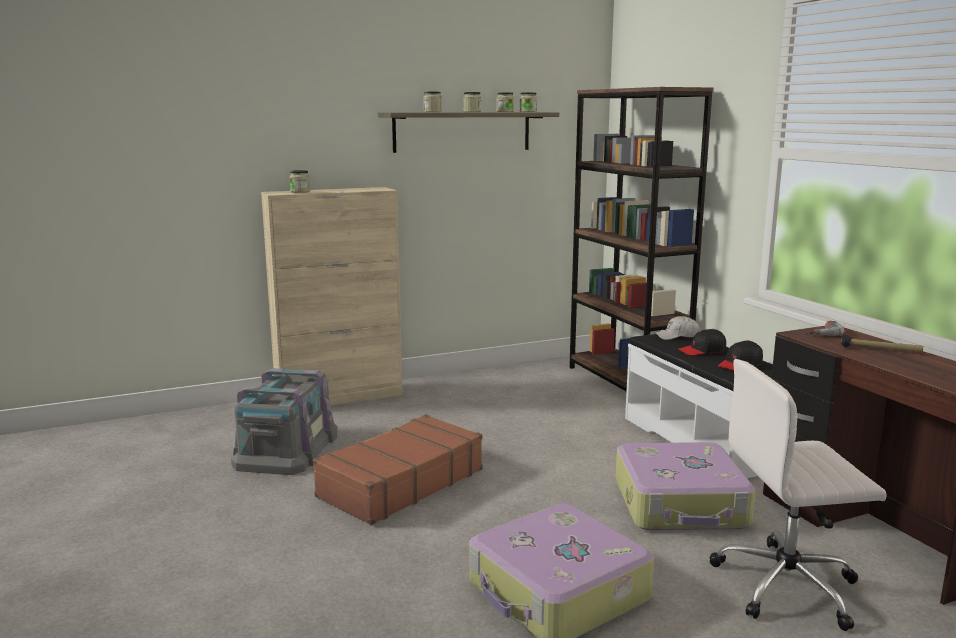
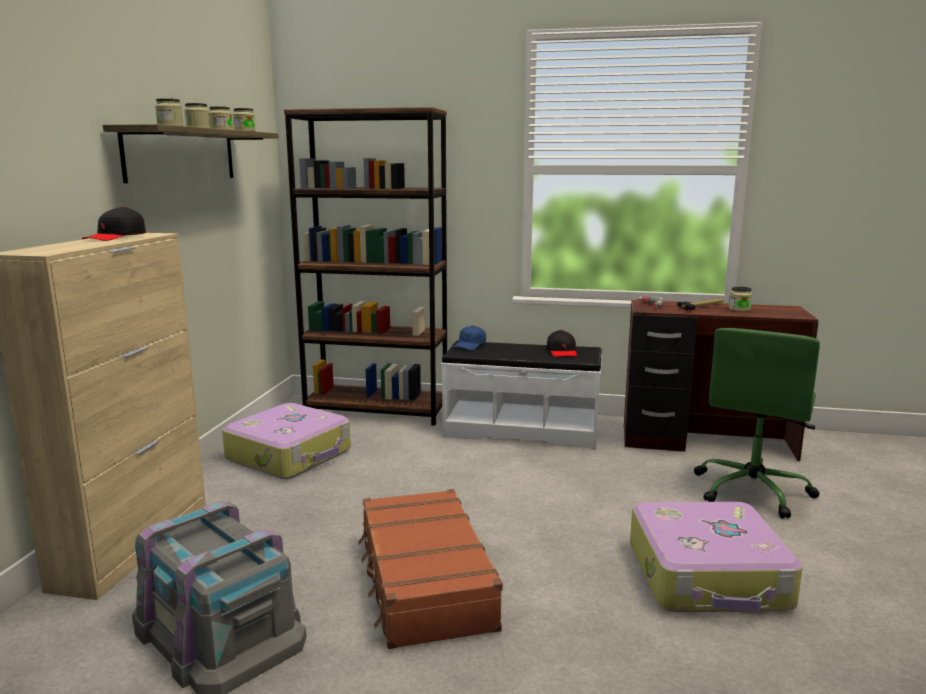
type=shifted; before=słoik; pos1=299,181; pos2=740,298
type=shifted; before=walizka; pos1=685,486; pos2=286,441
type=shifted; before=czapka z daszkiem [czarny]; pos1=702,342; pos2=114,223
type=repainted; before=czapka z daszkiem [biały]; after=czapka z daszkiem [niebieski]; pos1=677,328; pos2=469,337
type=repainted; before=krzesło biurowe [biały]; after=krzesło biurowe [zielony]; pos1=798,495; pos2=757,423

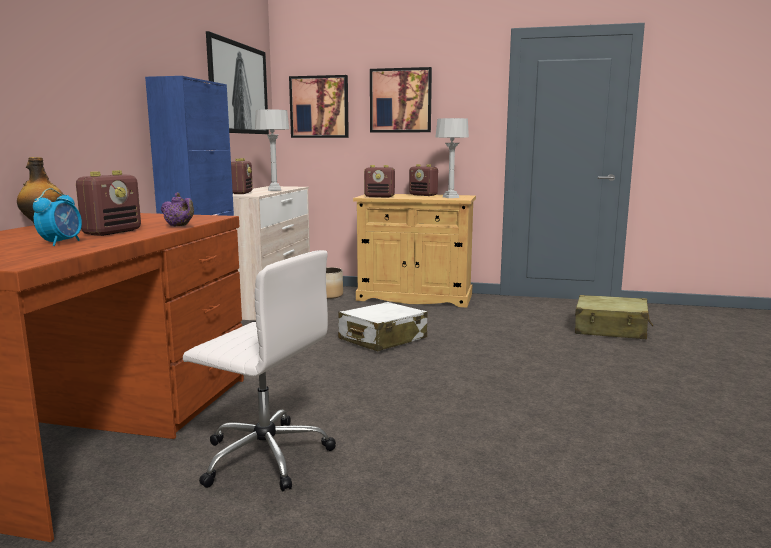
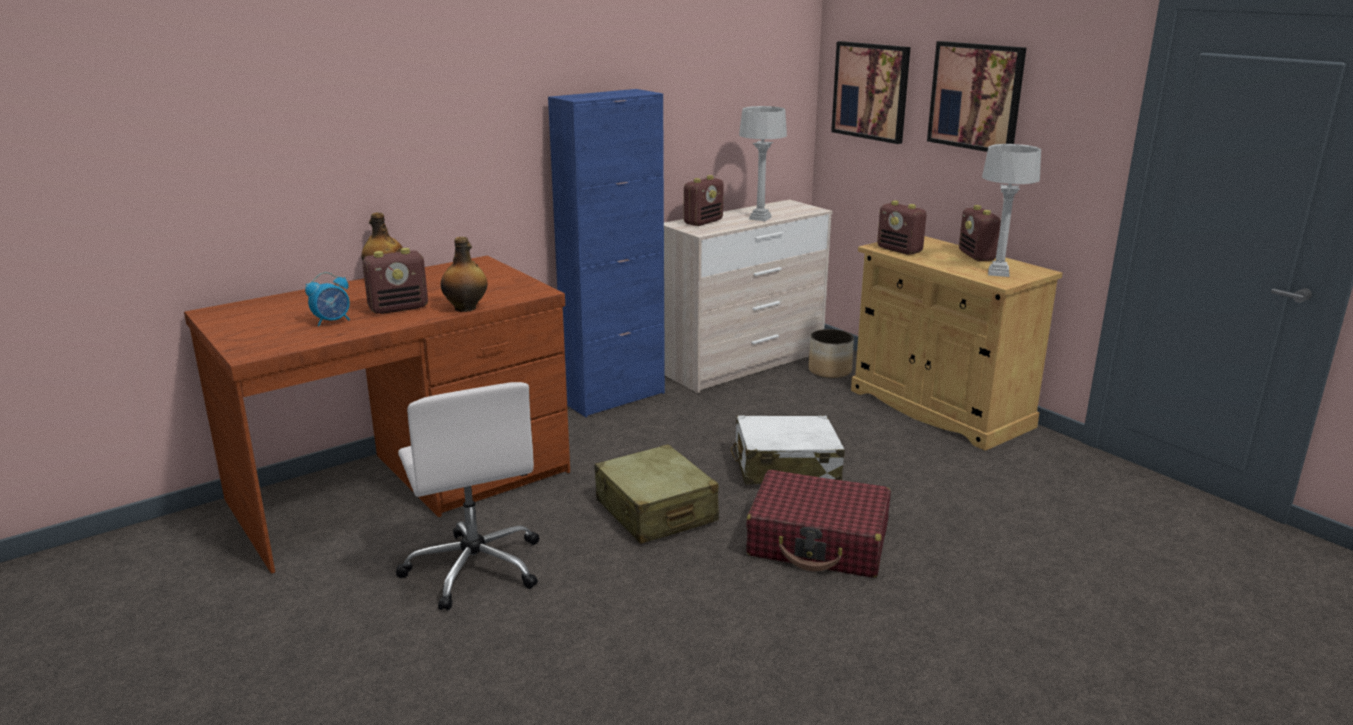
type=gone; before=obraz; pos1=237,82
type=new; after=walizka [czerwony]; pos2=818,524
type=shifted; before=walizka [beżowy]; pos1=614,317; pos2=656,494
type=swapped; before=imbryk [fioletowy]; after=butelka; pos1=177,209; pos2=464,274

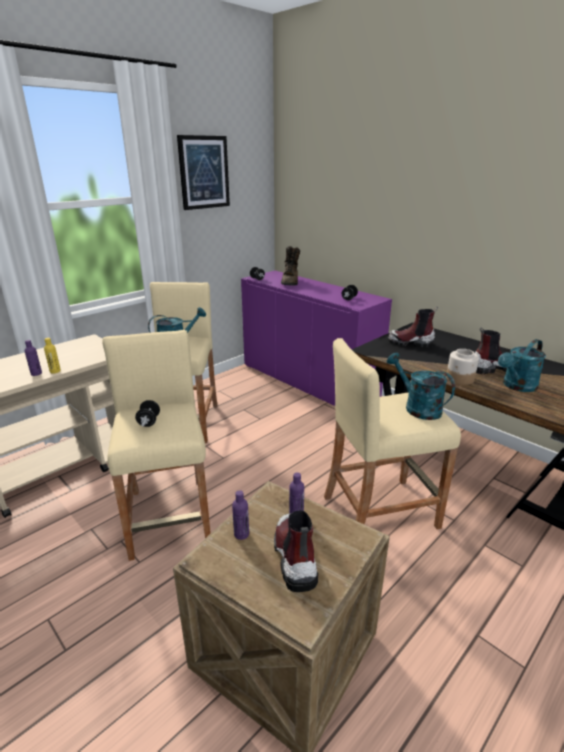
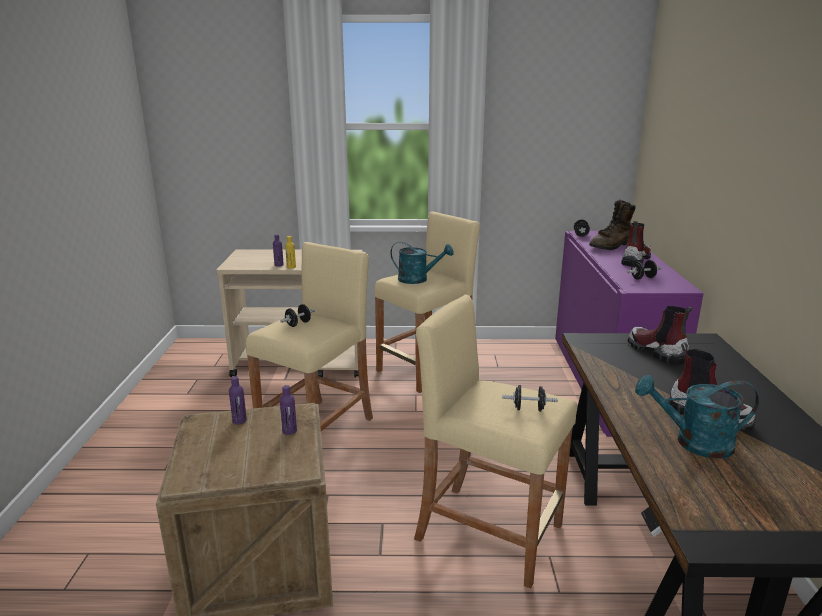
type=gone; before=obraz; pos1=203,172
type=gone; before=słoik; pos1=462,367
type=shifted; before=but z cholewką; pos1=296,551; pos2=636,243
type=swapped; before=konewka [turkusowy]; after=hantel [czarny]; pos1=421,386; pos2=530,398

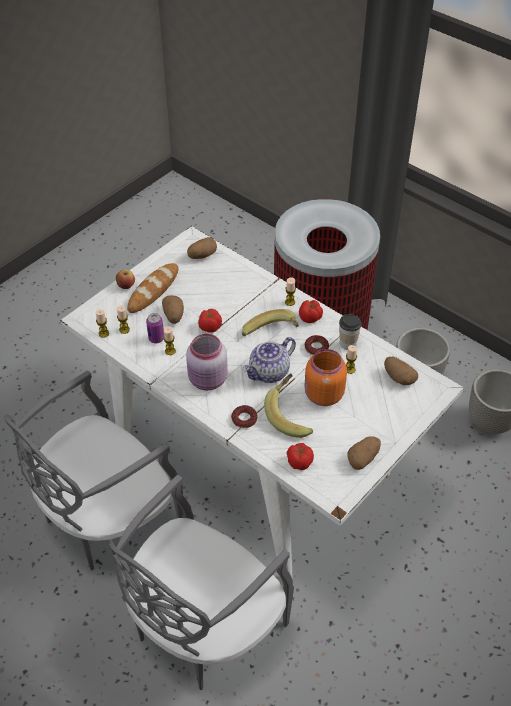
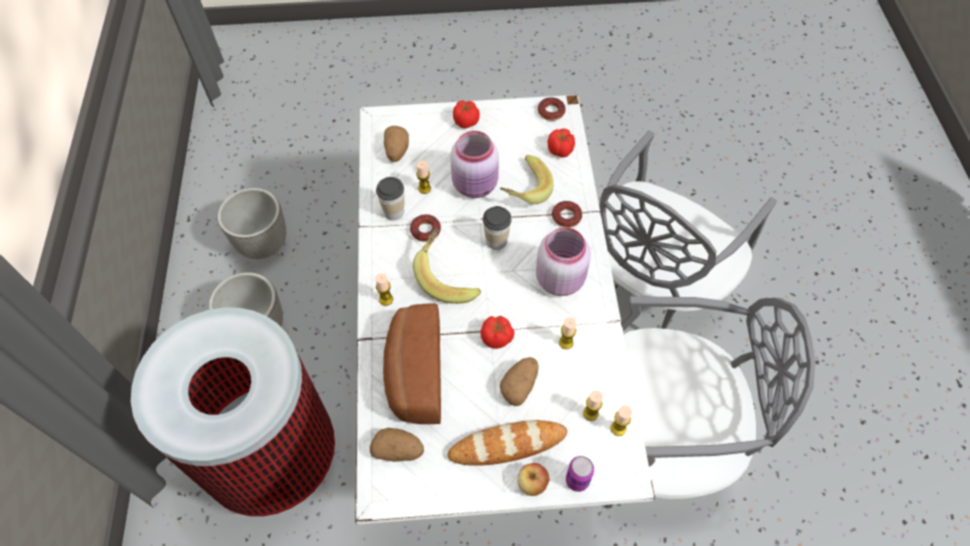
type=gone; before=ziemniak; pos1=364,453
type=new; after=chleb; pos2=412,363
type=new; after=donut; pos2=552,109
type=shifted; before=puszka; pos1=155,328; pos2=580,474
type=shifted; before=pomidor; pos1=311,311; pos2=466,114
type=swapped; before=imbryk; after=filiżanka; pos1=269,360; pos2=497,228
type=repainted; before=słoik [pomarańczowy]; after=słoik [różowy]; pos1=325,377; pos2=474,164
type=rotated; before=krzesło [szary]; pos1=201,582; pos2=688,230; turn=135

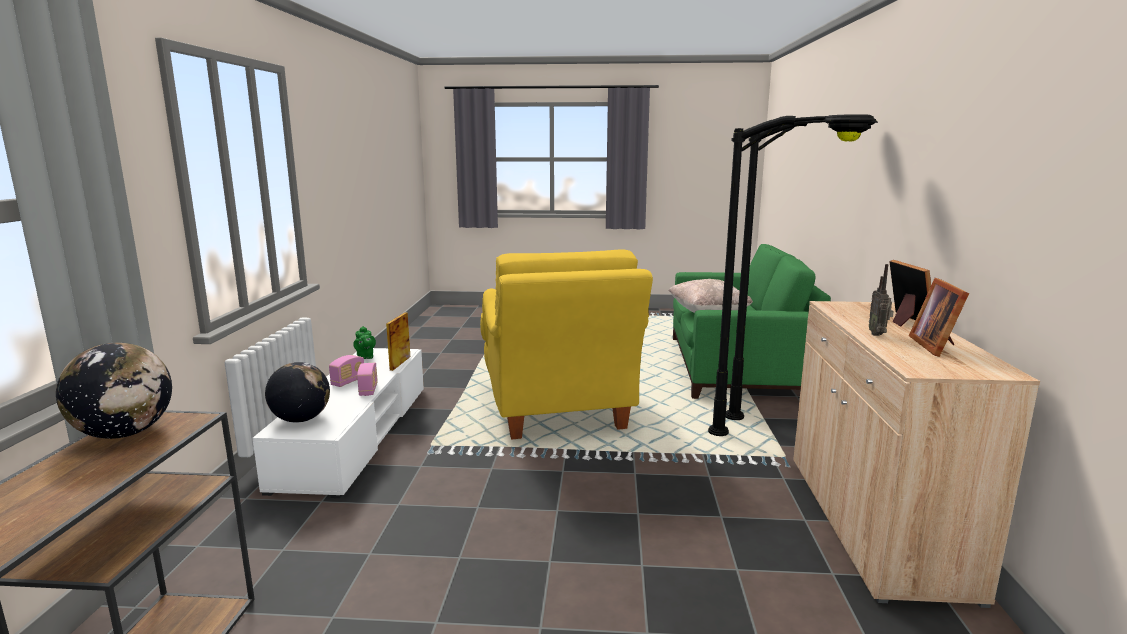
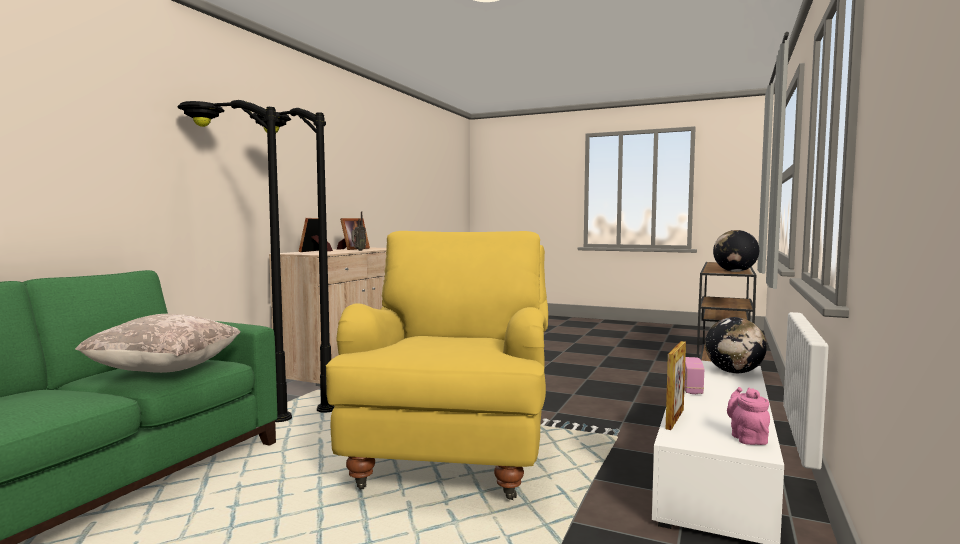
type=gone; before=radio; pos1=346,371
type=repainted; before=imbryk [zielony]; after=imbryk [różowy]; pos1=364,342; pos2=748,416

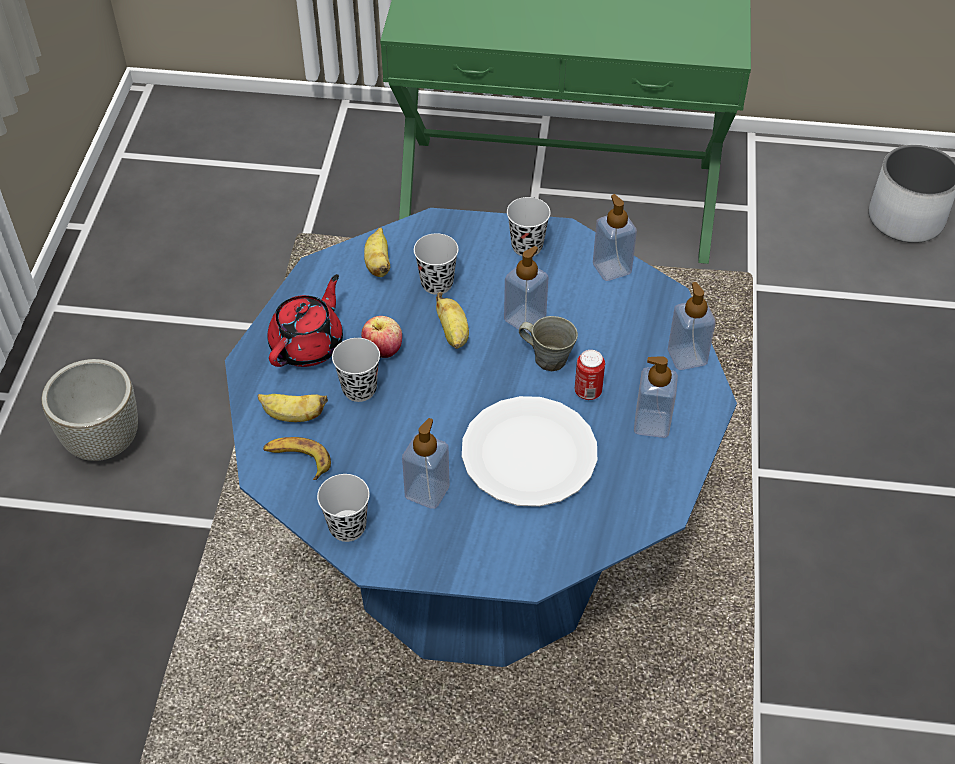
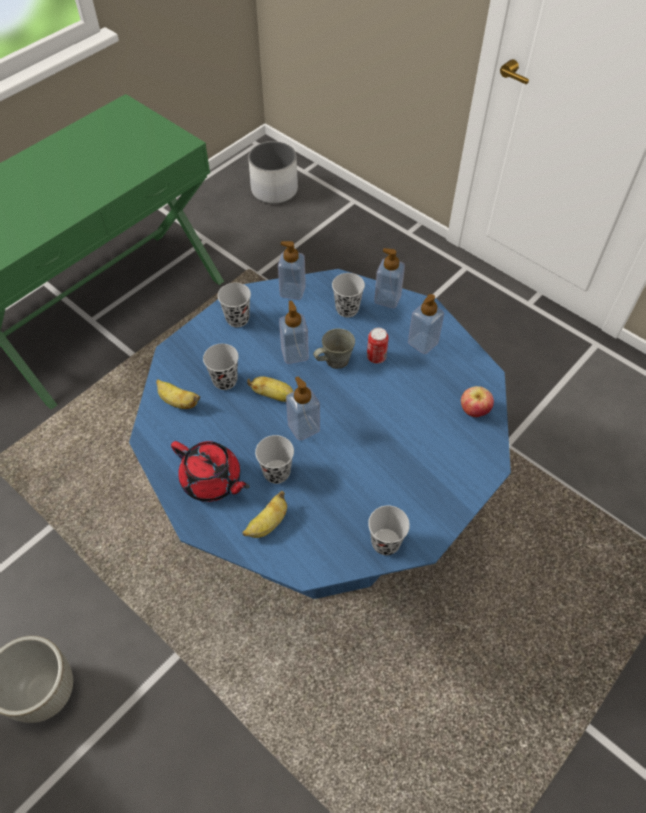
type=gone; before=banan; pos1=297,458
type=gone; before=talerz [biały]; pos1=529,451
type=new; after=filiżanka [czarny]; pos2=348,295
type=shifted; before=jabłko; pos1=381,337; pos2=477,401
type=shifted; before=dozownik mydła; pos1=426,463; pos2=303,408
type=rotated; before=imbryk [czerwony]; pos1=305,320; pos2=210,471; turn=150

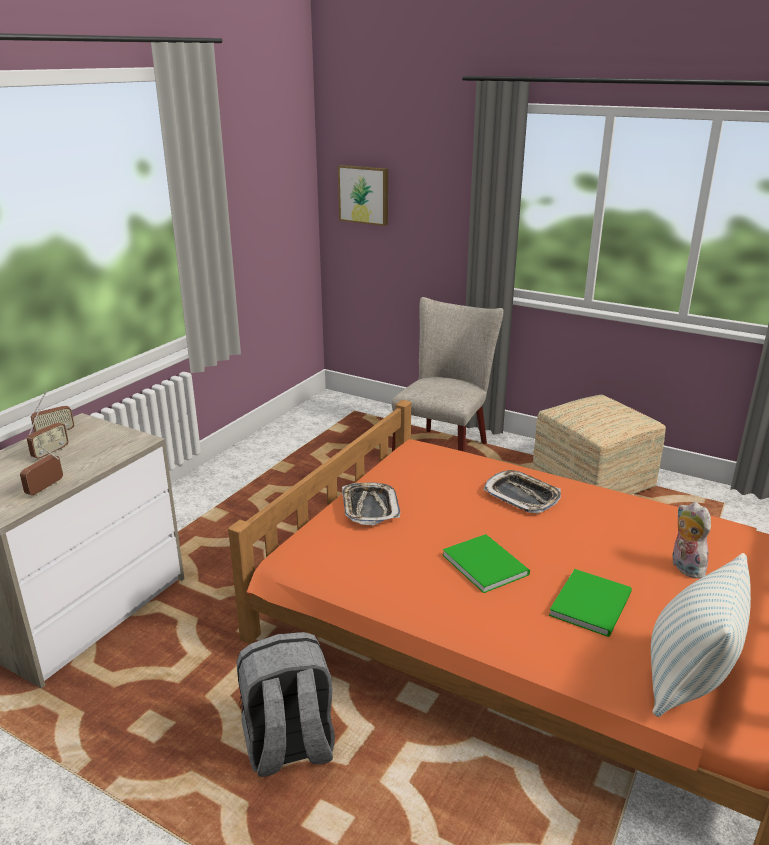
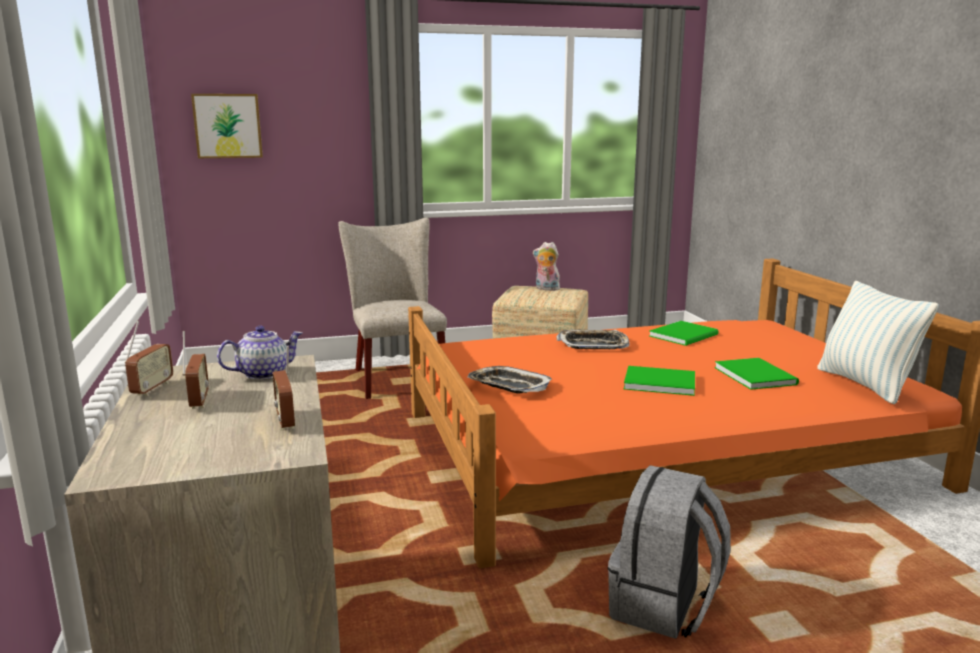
type=new; after=imbryk; pos2=260,353
type=new; after=książka [zielony]; pos2=683,333
type=shifted; before=pluszak; pos1=691,540; pos2=546,266

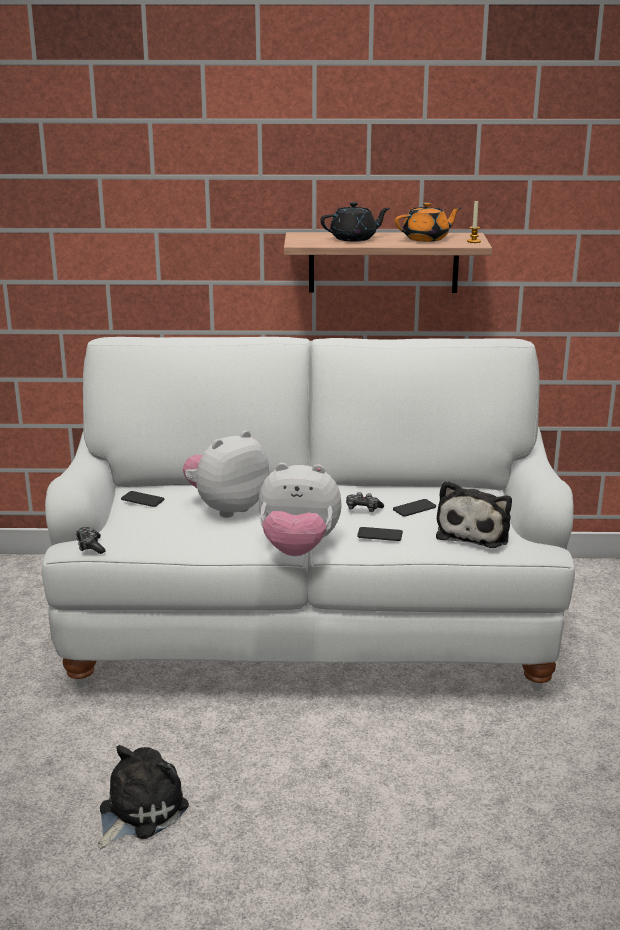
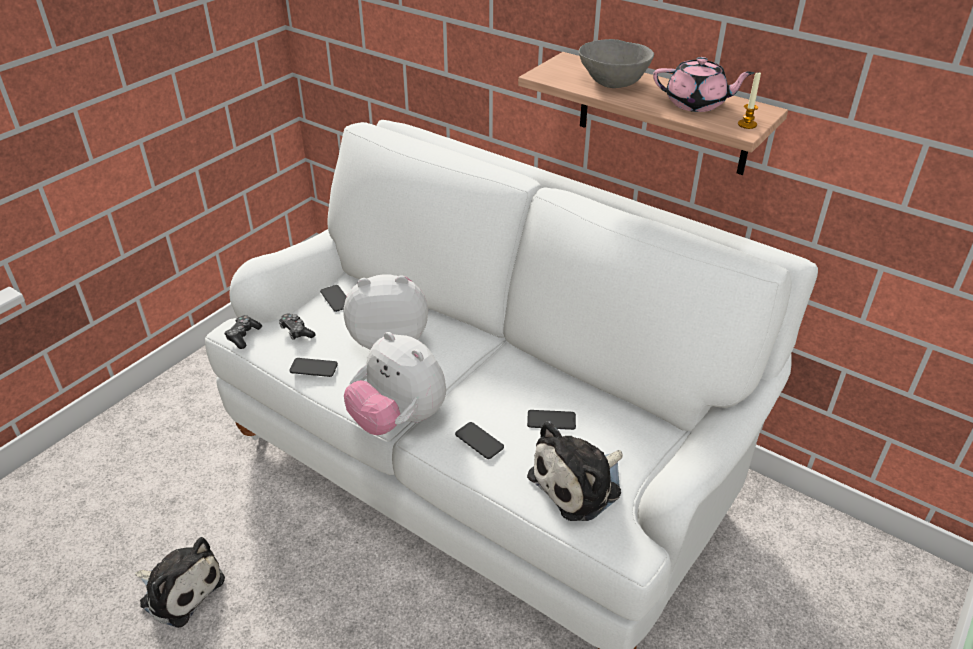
type=new; after=telefon; pos2=313,367
type=shifted; before=pad do gier; pos1=365,502; pos2=297,327
type=swapped; before=imbryk [czarny]; after=miska [szary]; pos1=355,222; pos2=616,63
type=repainted; before=imbryk [pomarańczowy]; after=imbryk [różowy]; pos1=428,222; pos2=704,84
type=rotated; before=pluszak; pos1=143,797; pos2=180,582; turn=45

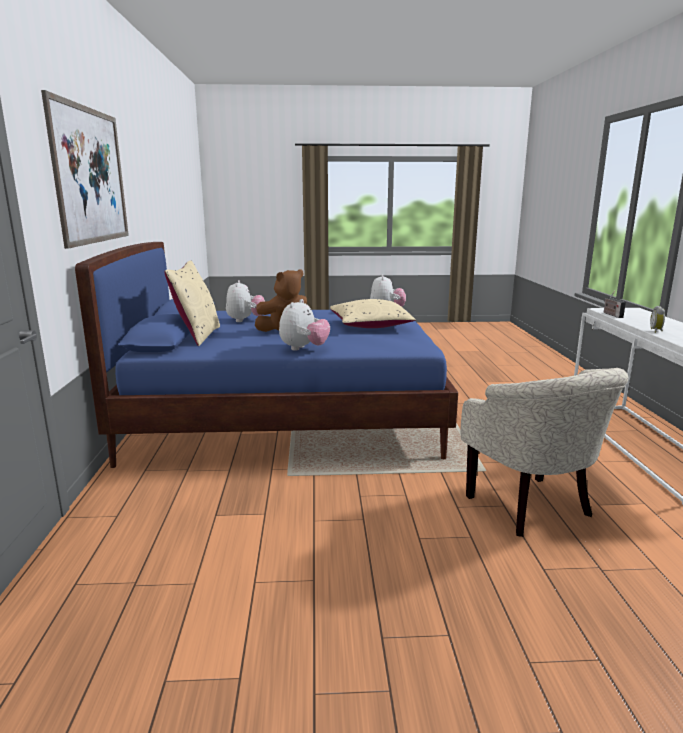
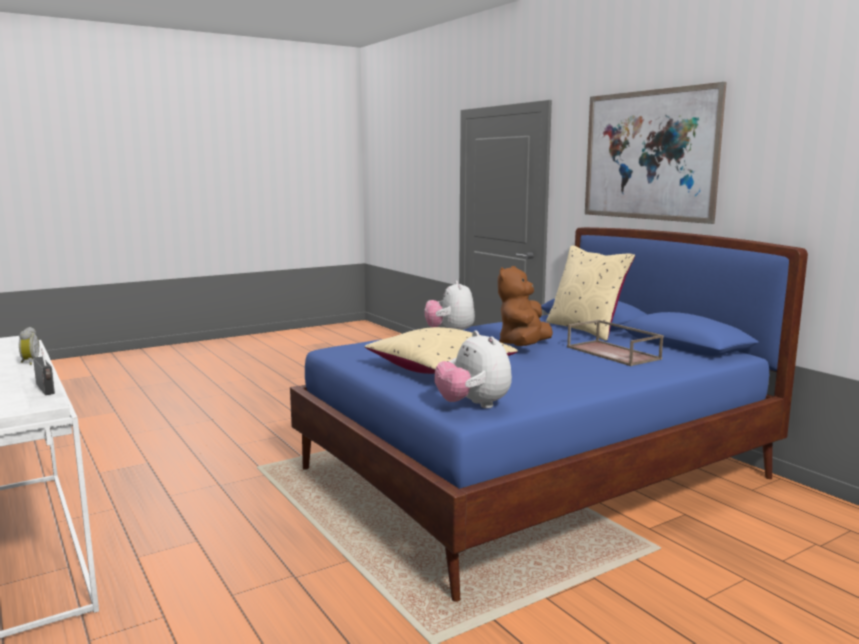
type=gone; before=fotel [beżowy]; pos1=544,452
type=swapped; before=pluszak; after=taca [brązowy]; pos1=245,301; pos2=615,343

